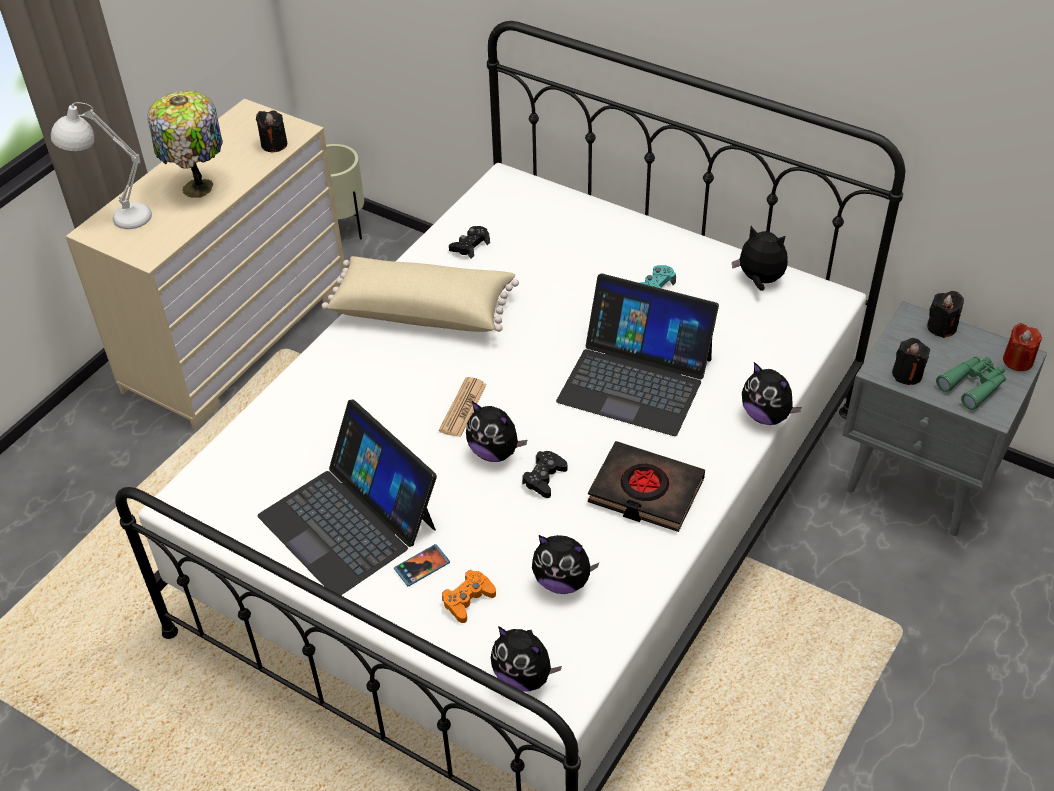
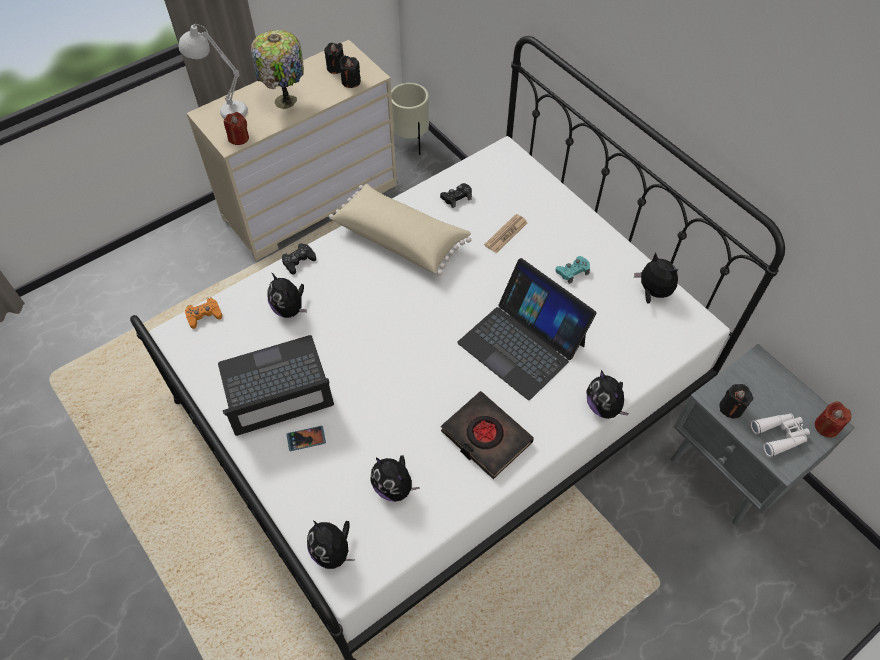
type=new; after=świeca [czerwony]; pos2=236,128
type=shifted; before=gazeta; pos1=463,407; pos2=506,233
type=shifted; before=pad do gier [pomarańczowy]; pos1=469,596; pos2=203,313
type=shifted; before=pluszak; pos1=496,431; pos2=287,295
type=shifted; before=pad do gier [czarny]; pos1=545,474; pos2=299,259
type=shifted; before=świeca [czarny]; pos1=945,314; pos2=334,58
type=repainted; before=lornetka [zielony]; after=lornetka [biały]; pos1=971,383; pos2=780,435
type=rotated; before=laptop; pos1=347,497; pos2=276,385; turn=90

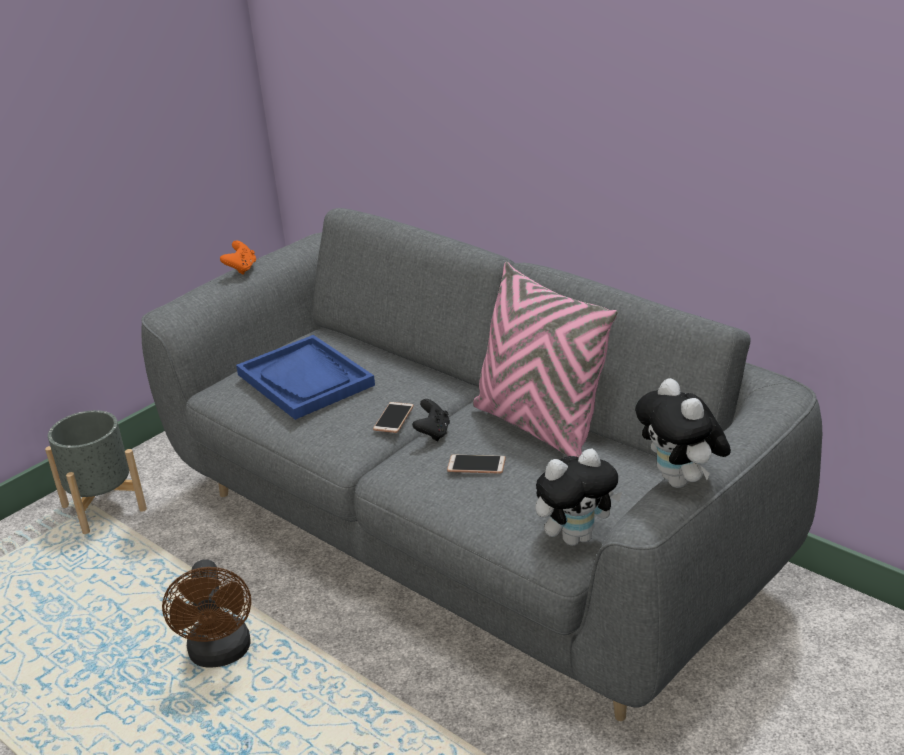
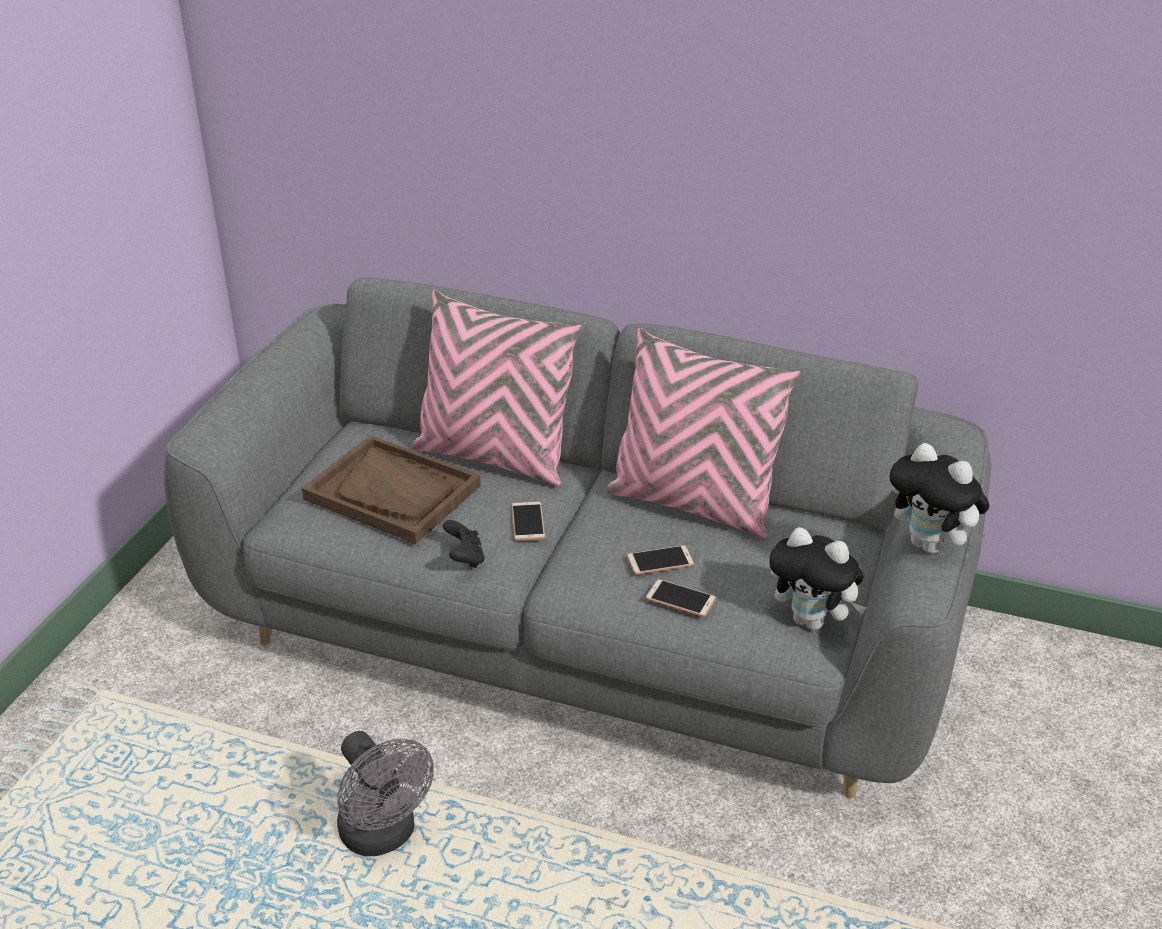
type=gone; before=donica [szary]; pos1=96,472
type=gone; before=pad do gier [pomarańczowy]; pos1=238,258
type=new; after=poduszka [różowy]; pos2=497,387
type=new; after=telefon; pos2=680,598
type=shifted; before=pad do gier [czarny]; pos1=431,420; pos2=464,544
type=repainted; before=wentylator [brązowy]; after=wentylator [szary]; pos1=206,613; pos2=385,793
type=repainted; before=taca [niebieski]; after=taca [brązowy]; pos1=305,377; pos2=391,489
type=rotated; before=pluszak; pos1=579,497; pos2=818,578; turn=75

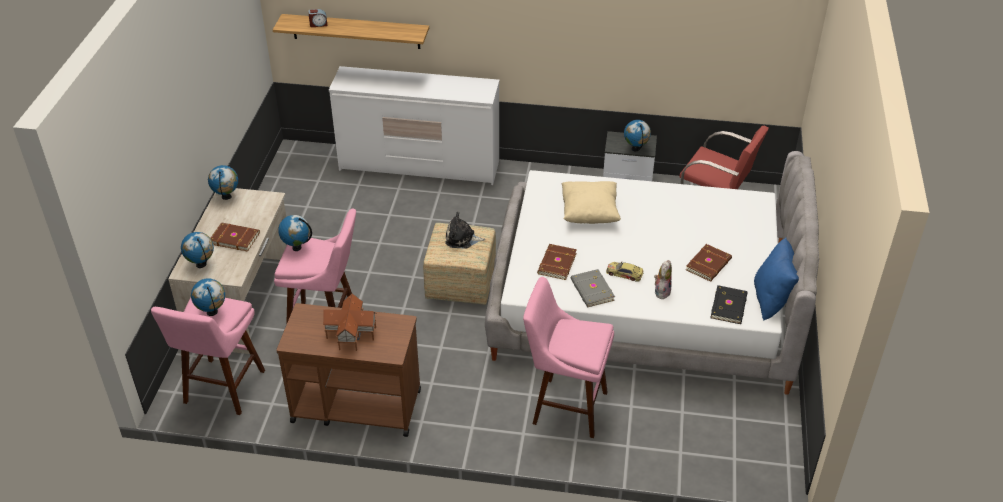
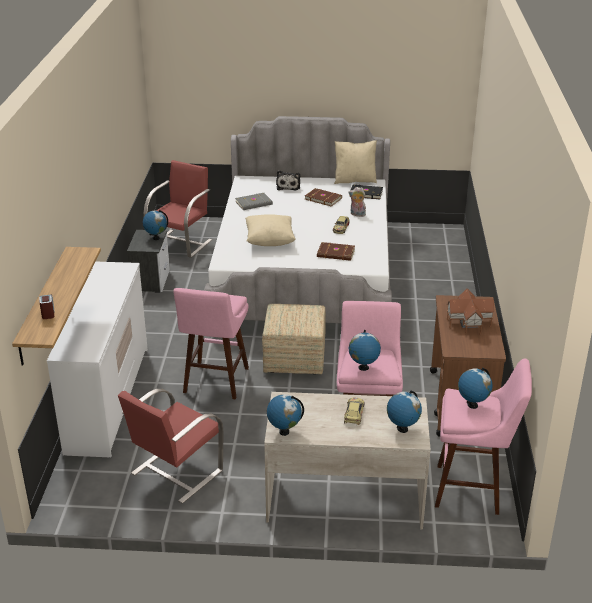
type=new; after=krzesło [czerwony]; pos2=170,446
type=shifted; before=pluszak; pos1=465,230; pos2=288,180
type=shifted; before=stołek [różowy]; pos1=568,357; pos2=211,344
type=shifted; before=książka [szary]; pos1=593,288; pos2=254,201
type=swapped; before=książka [brązowy]; after=samochodzik; pos1=235,237; pos2=354,411
type=repainted; before=poduszka [niebieski]; after=poduszka [beżowy]; pos1=776,278; pos2=355,162

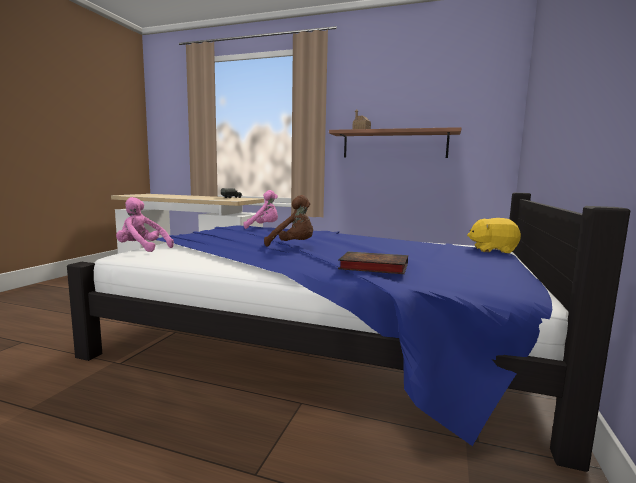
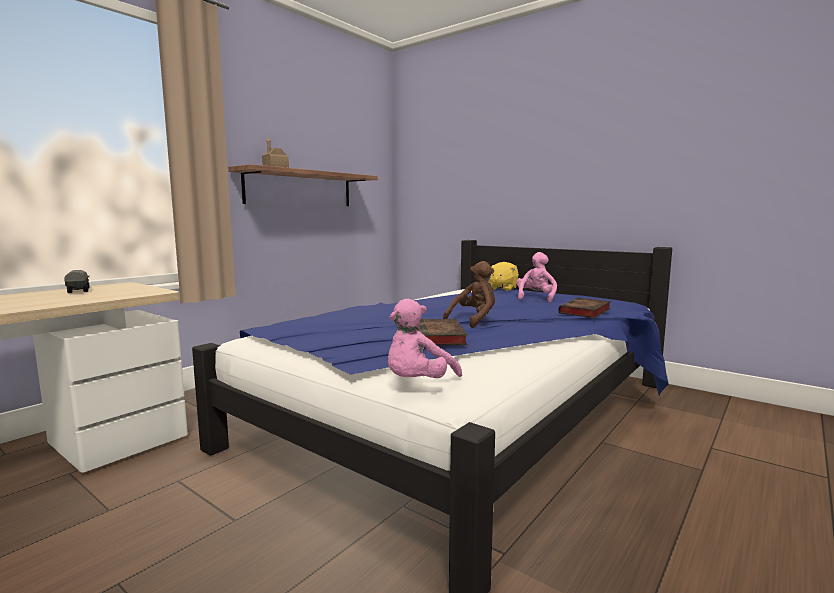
type=new; after=książka; pos2=441,332
type=shifted; before=pluszak [różowy]; pos1=261,209; pos2=537,277

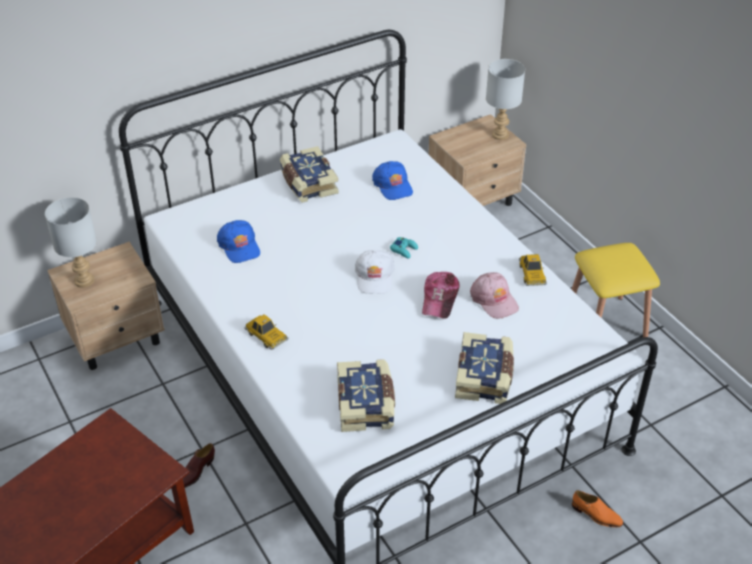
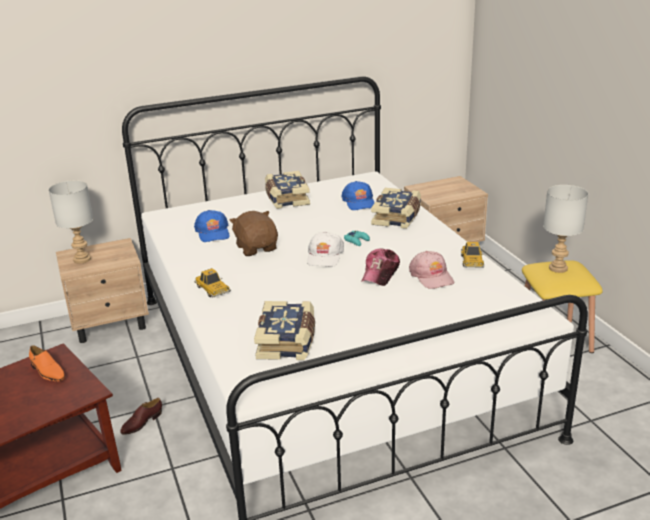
type=new; after=pluszak [brązowy]; pos2=253,233
type=shifted; before=książka; pos1=484,368; pos2=396,208
type=shifted; before=lampa stołowa [szary]; pos1=505,99; pos2=565,229
type=shifted; before=but [pomarańczowy]; pos1=597,508; pos2=47,363

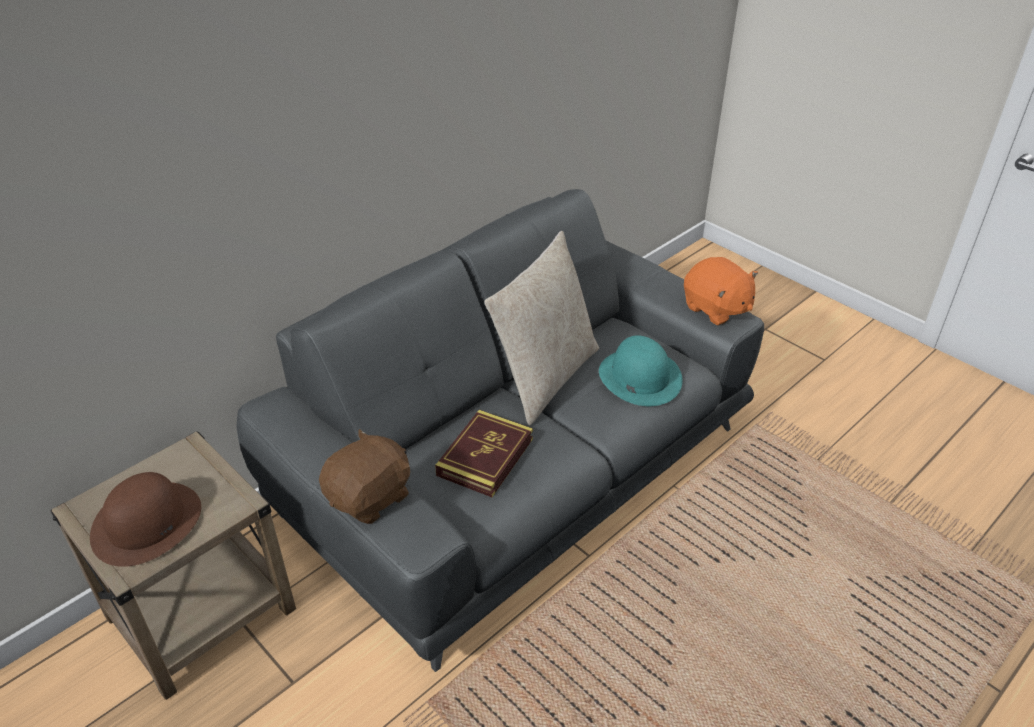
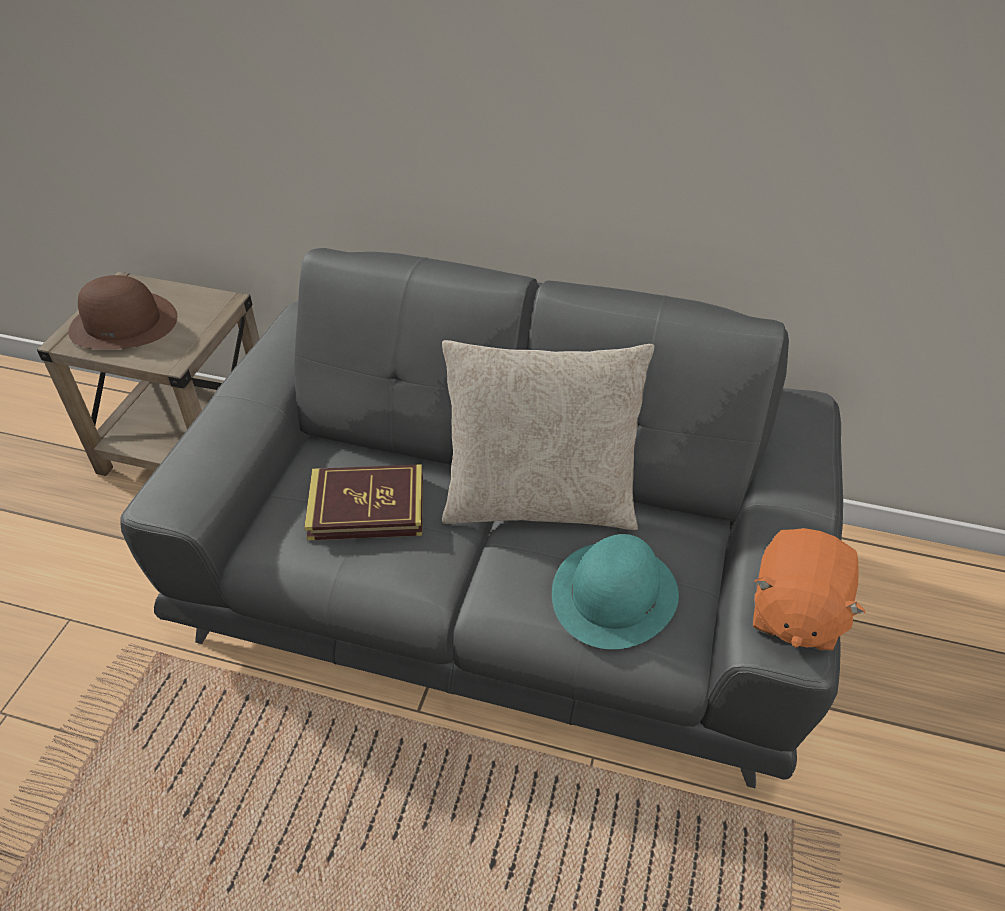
type=gone; before=pluszak [brązowy]; pos1=364,476

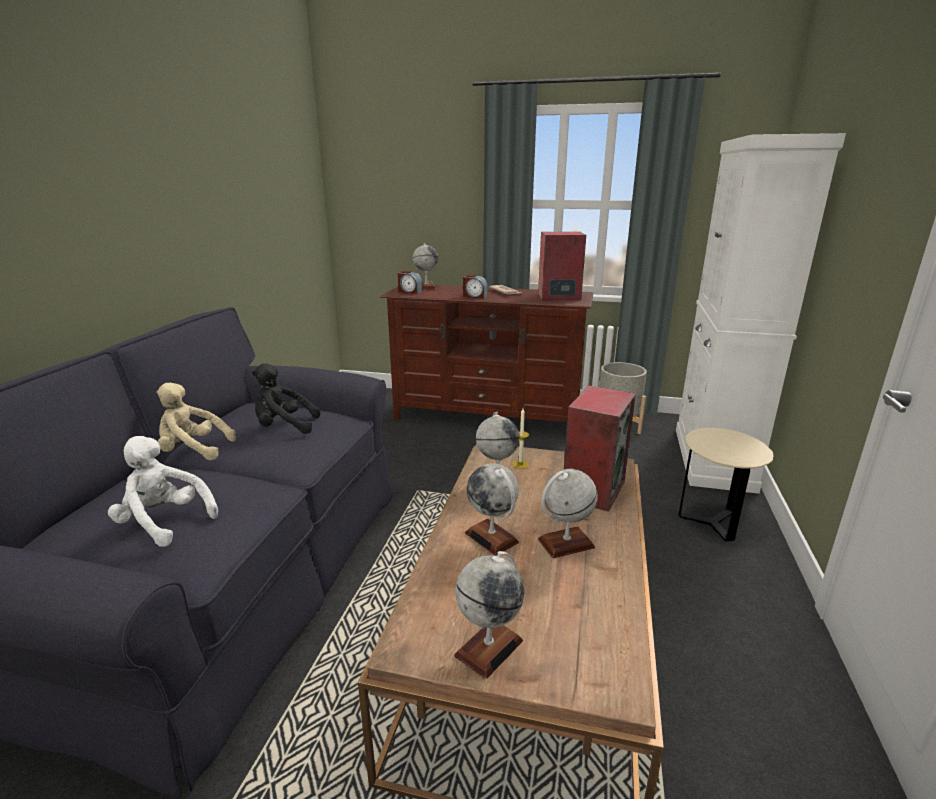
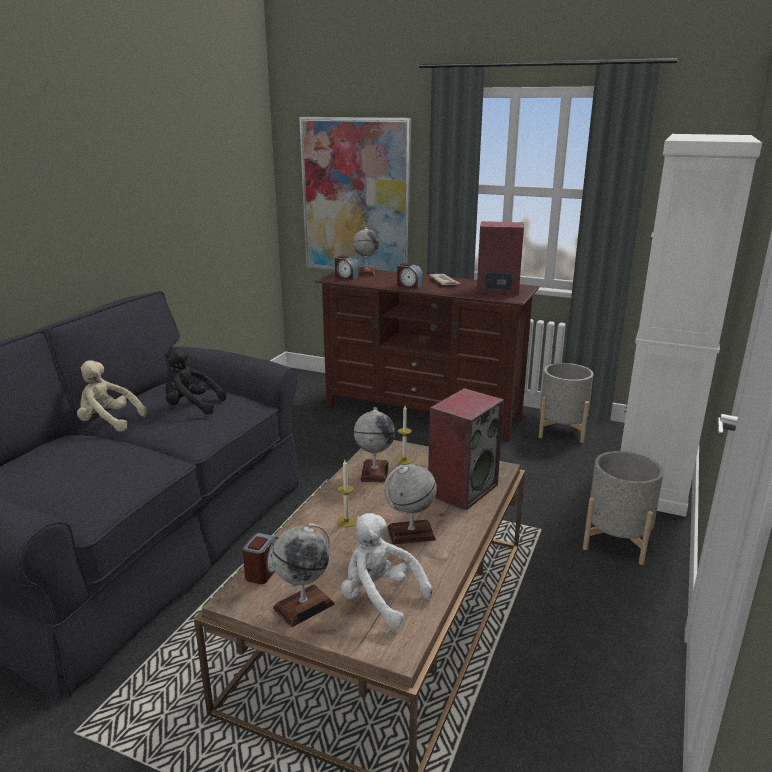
type=new; after=budzik; pos2=260,558
type=new; after=obraz; pos2=355,194
type=shifted; before=pluszak [biały]; pos1=163,491; pos2=387,570
type=swapped; before=globus; after=świeca; pos1=492,510; pos2=346,493
type=swapped; before=stolik [beżowy]; after=donica [szary]; pos1=726,484; pos2=623,508

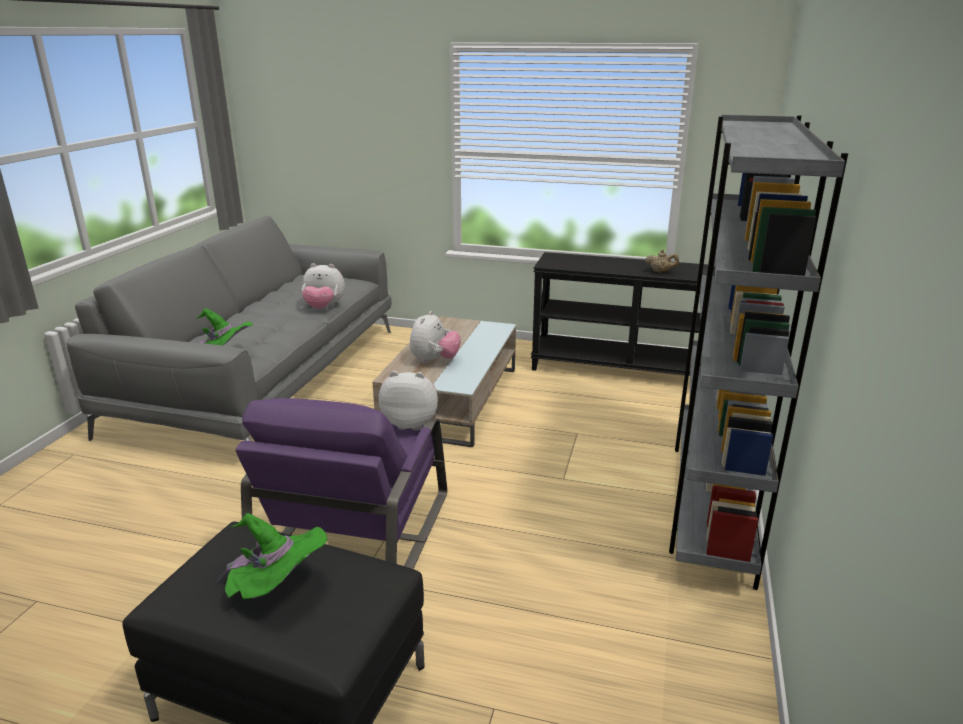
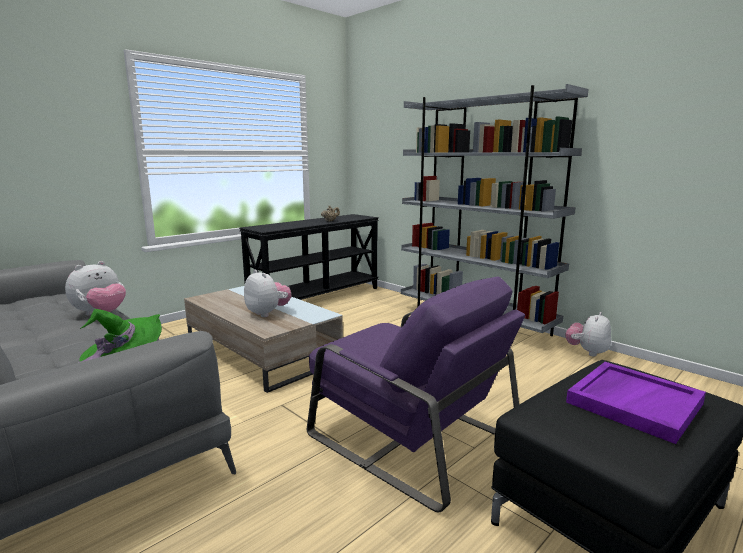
type=shifted; before=pluszak; pos1=408,400; pos2=588,334
type=swapped; before=kapelusz [zielony]; after=taca [fioletowy]; pos1=271,556; pos2=636,403

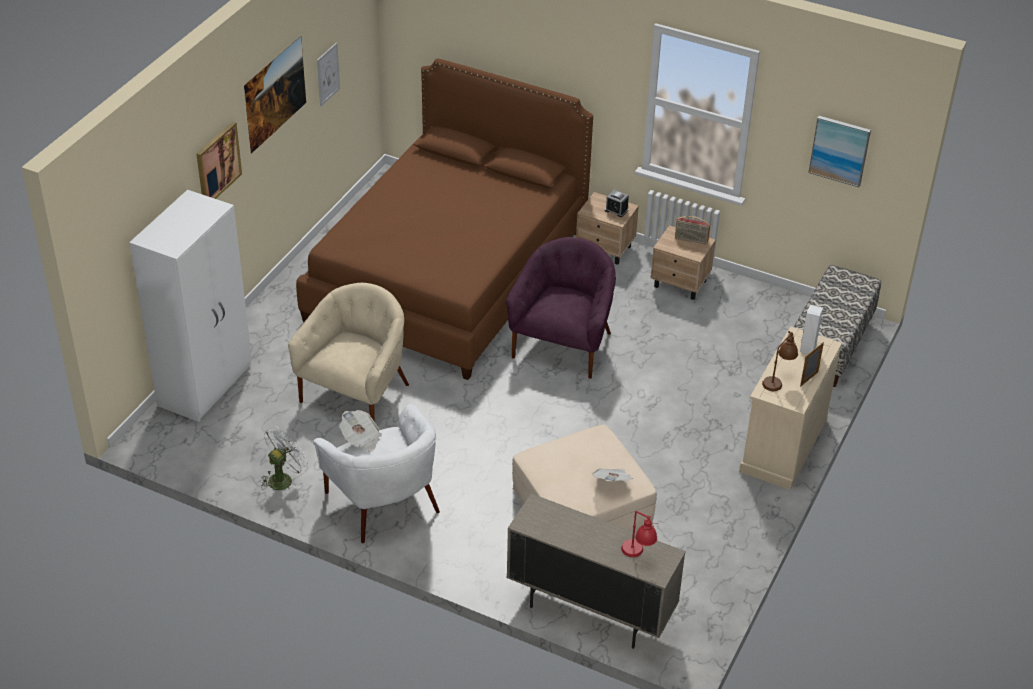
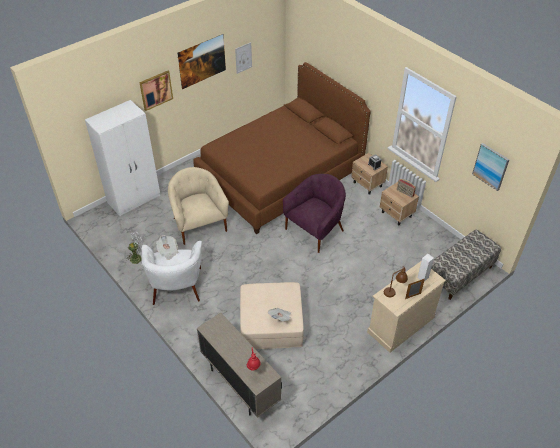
type=rotated; before=fotel [beżowy]; pos1=348,353; pos2=198,206; turn=-75

